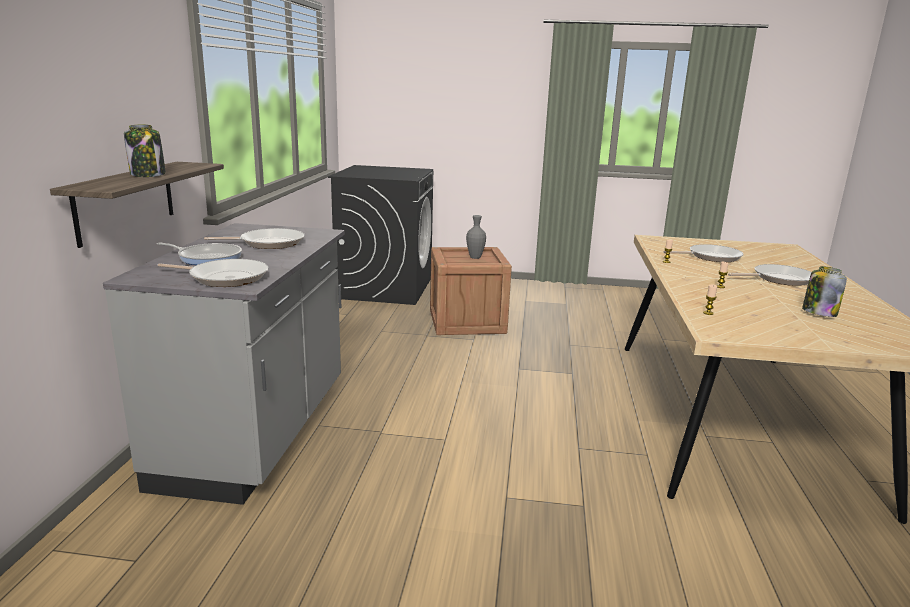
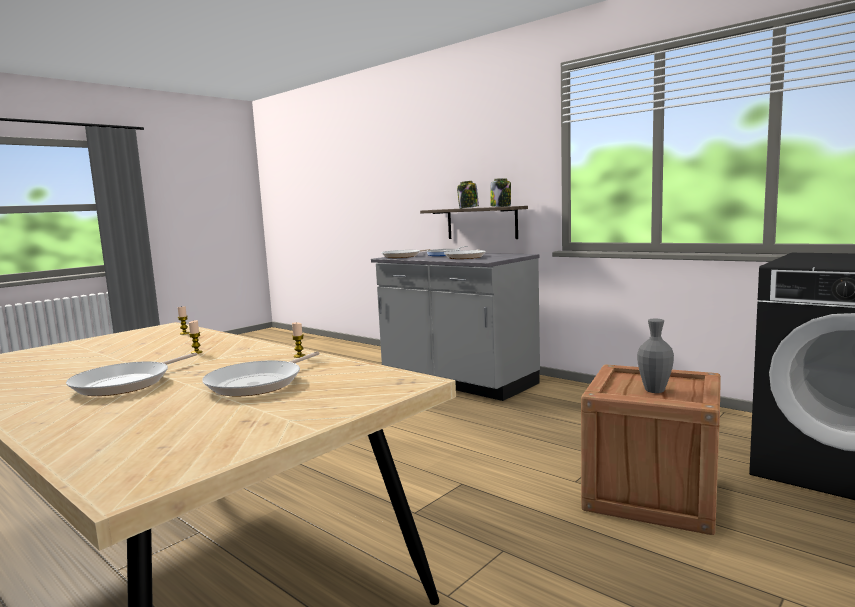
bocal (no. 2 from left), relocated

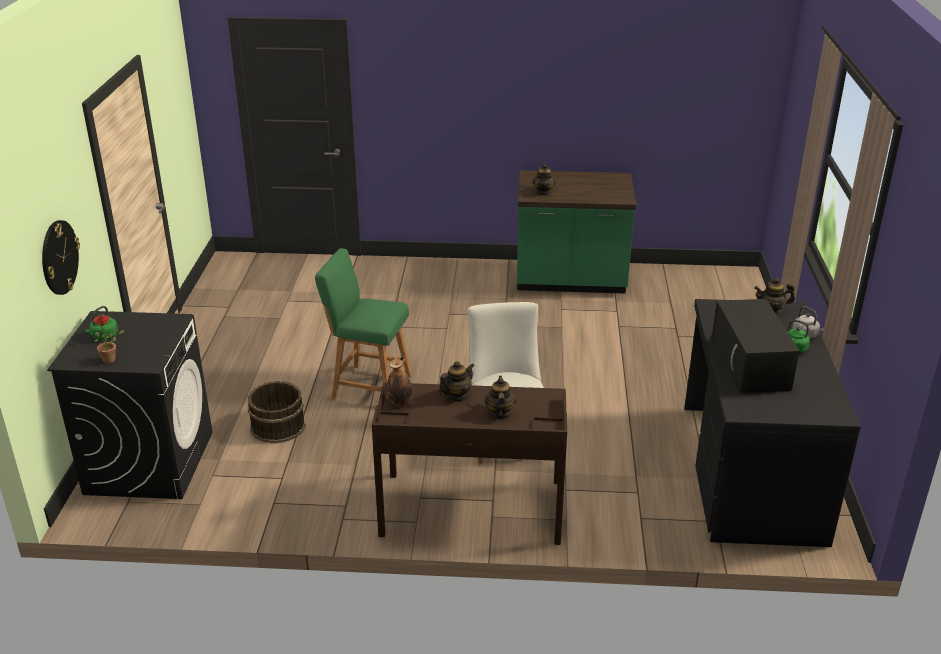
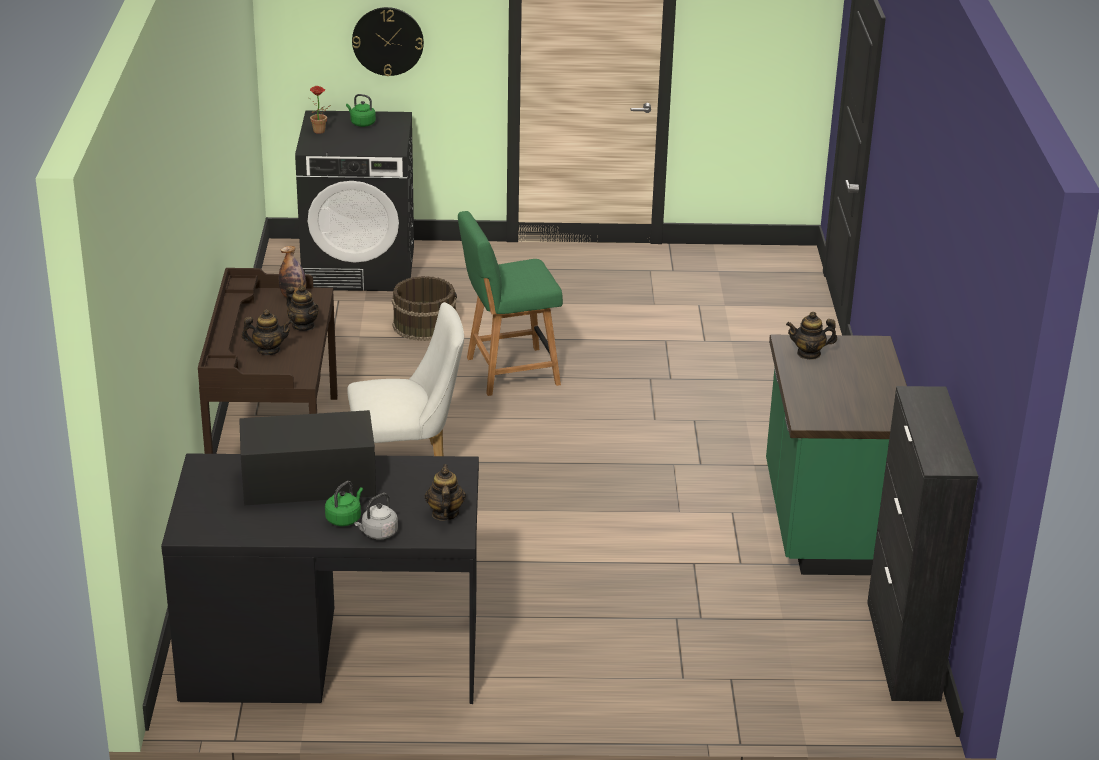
chaise [vert], 120 degrees counterclockwise
none -> meuble de rangement [noir]

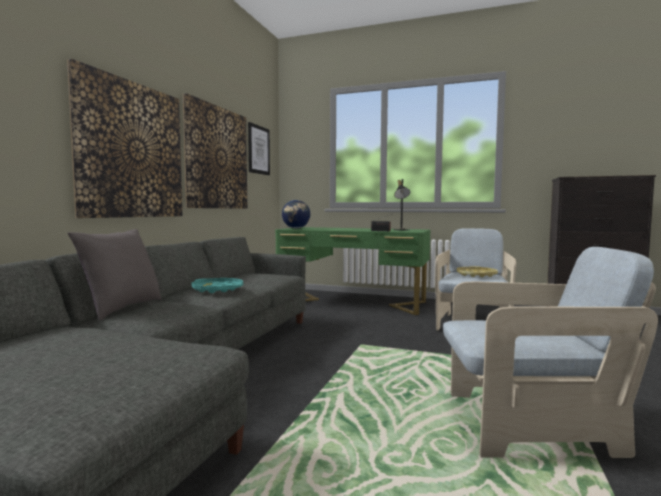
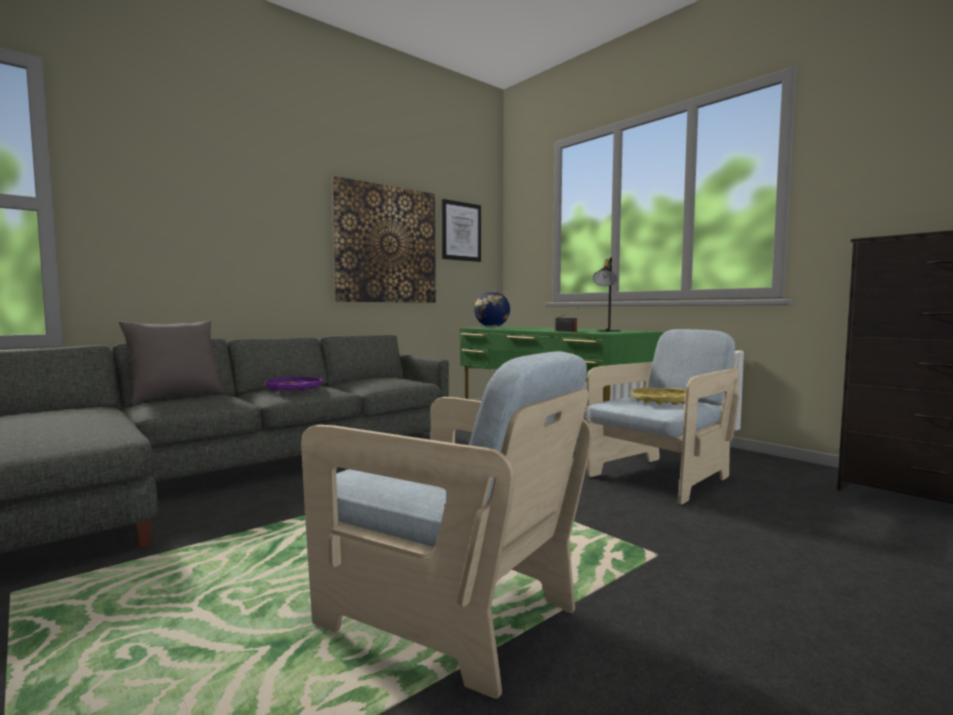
tableau (no. 1 from left) -> none
plateau [turquoise] -> plateau [violet]

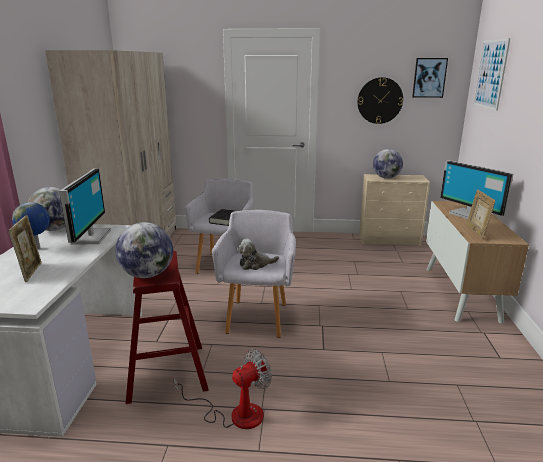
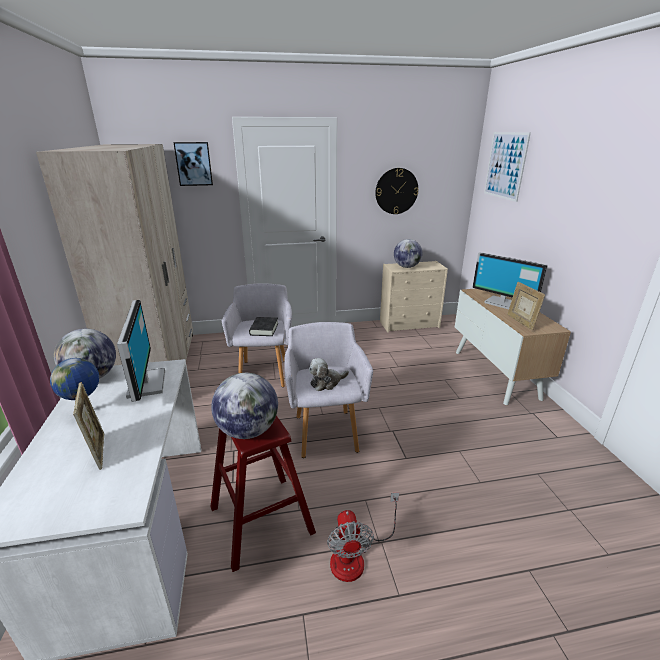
ventilateur, 135 degrees clockwise
tableau (no. 1 from left), relocated

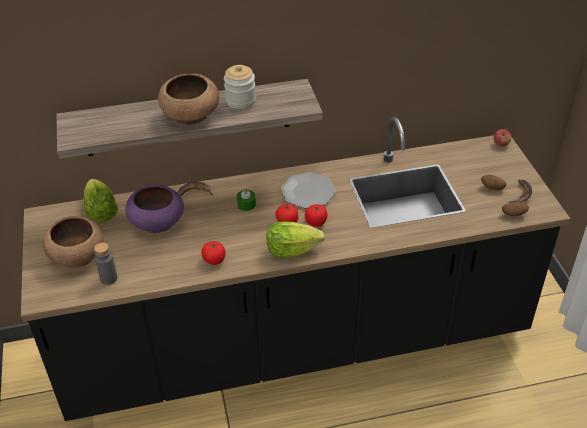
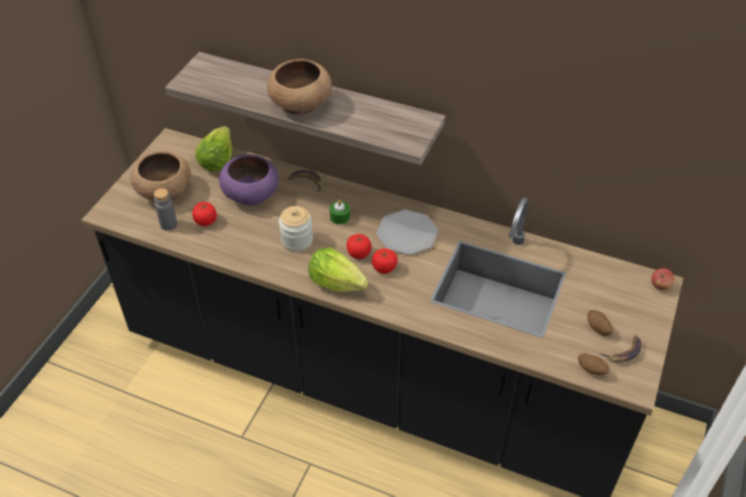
tomate (no. 1 from left), relocated
bocal, relocated

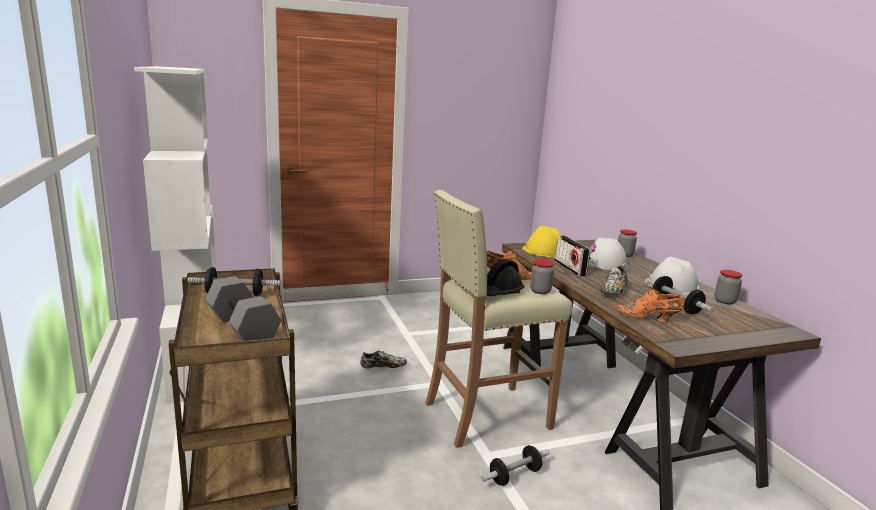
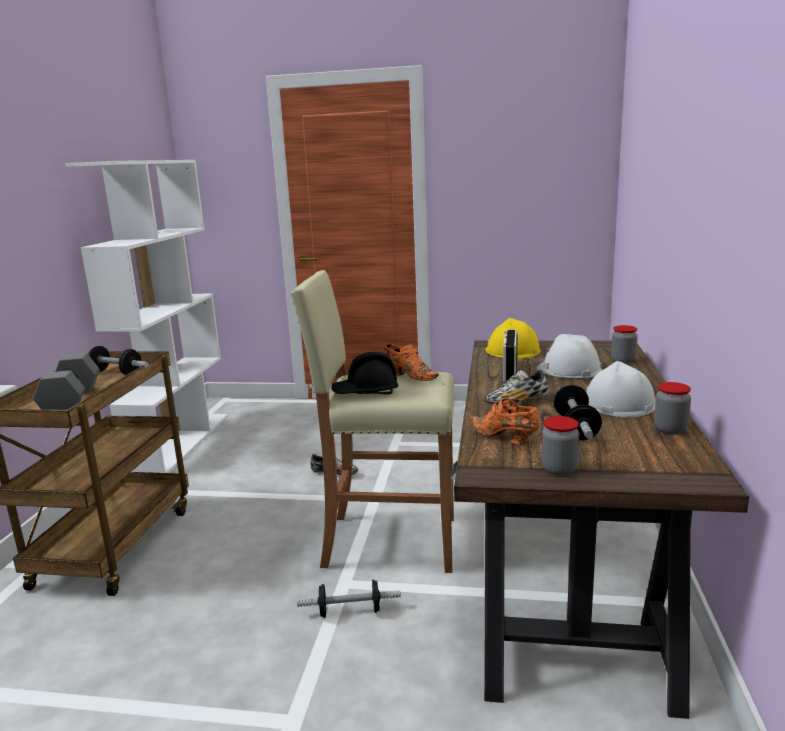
bocal (no. 1 from left), relocated

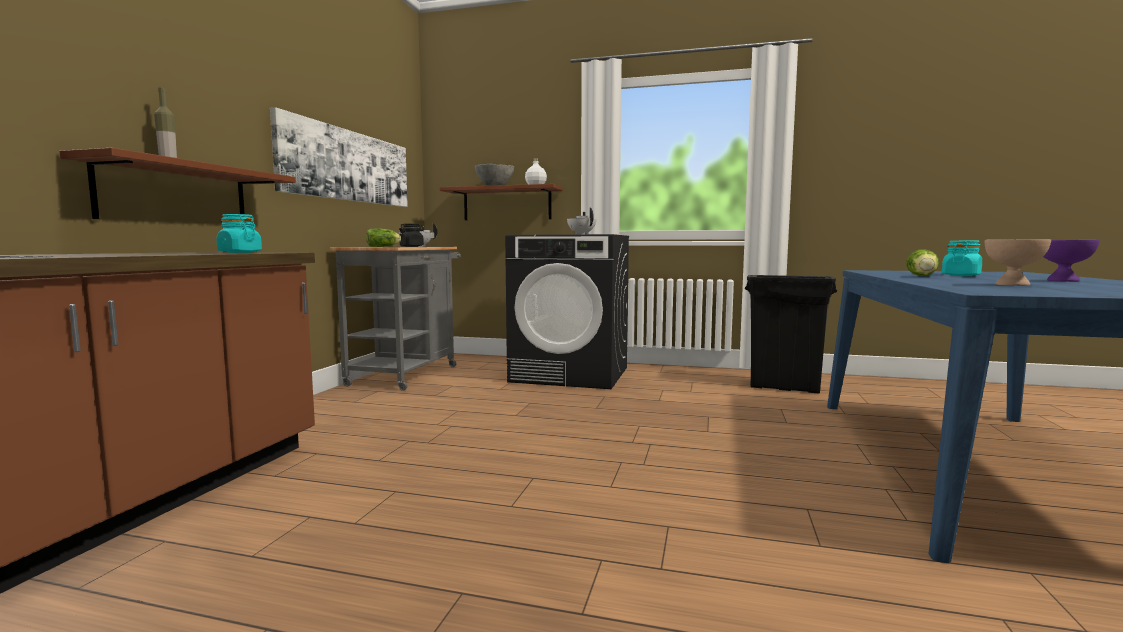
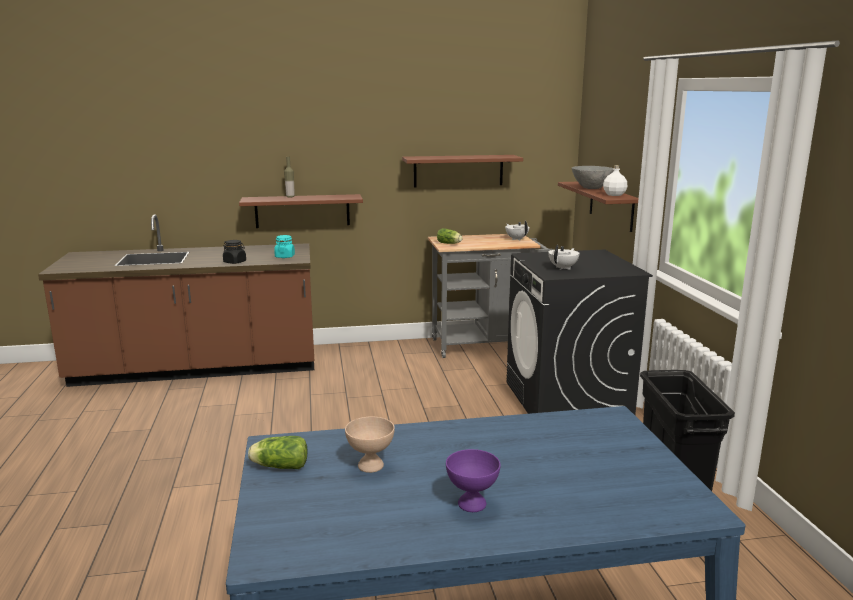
tableau -> étagère [marron] (no. 2 from left)
bocal [noir], relocated
laitue (no. 2 from left in the first image) -> laitue (no. 1 from left), relocated
bocal [turquoise] (no. 2 from left) -> none

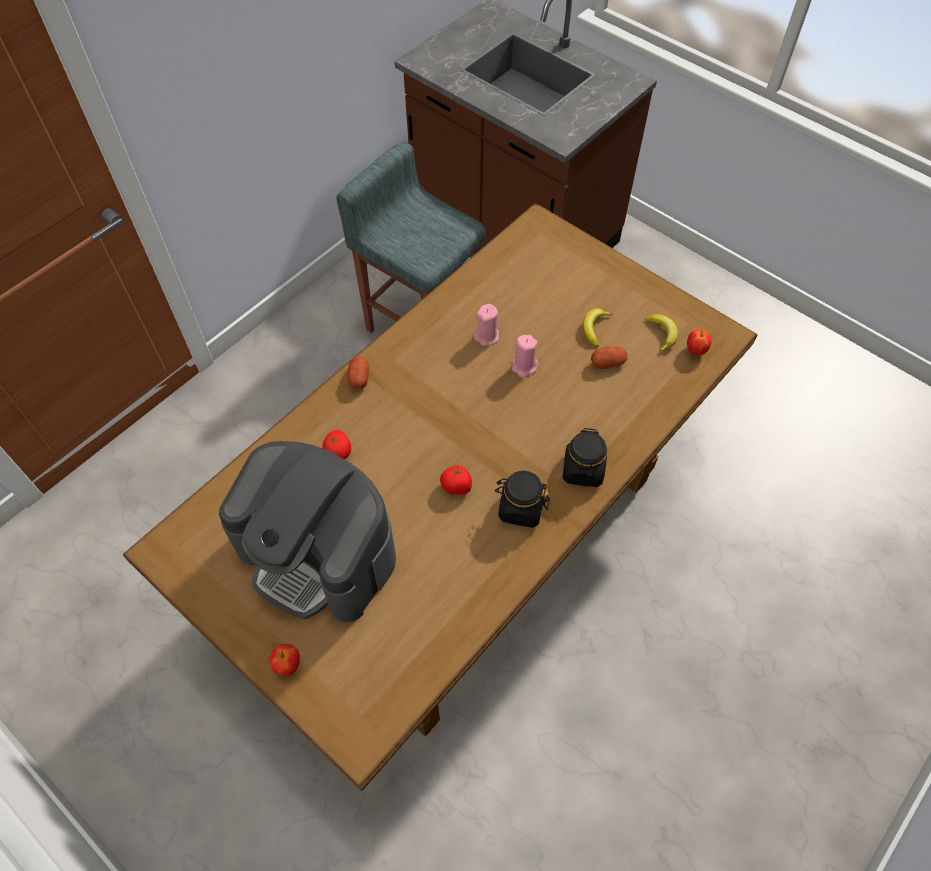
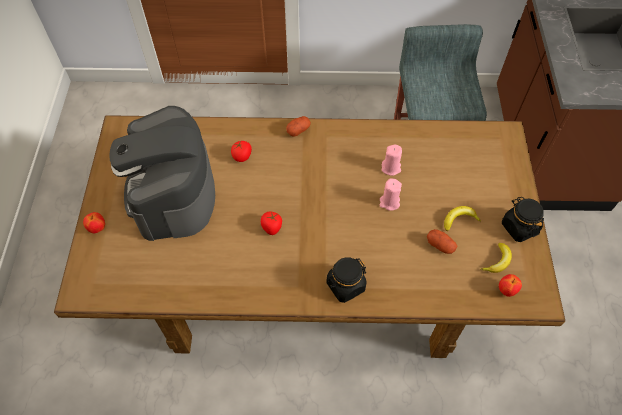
bocal [noir] (no. 1 from left in the first image) -> bocal [noir] (no. 2 from left), relocated

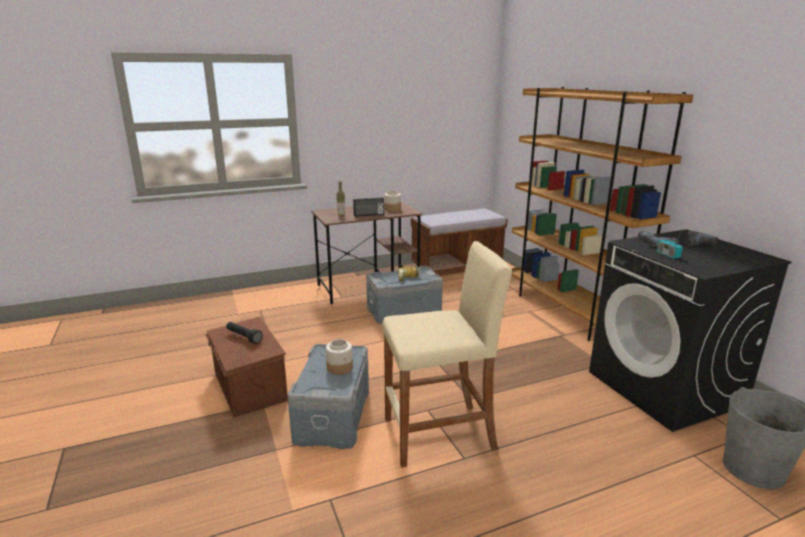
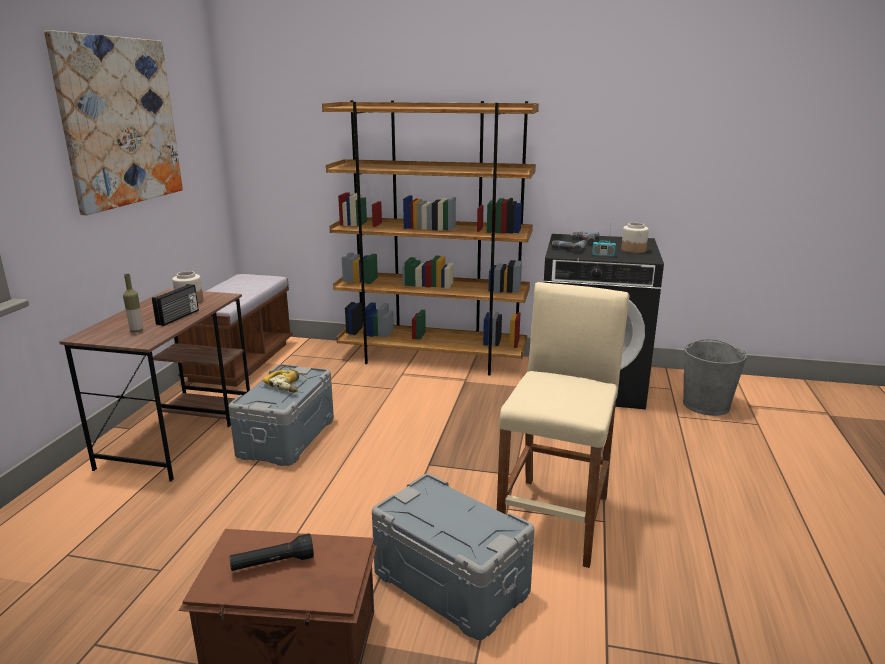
bocal (no. 1 from left in the first image) -> bocal (no. 2 from left), relocated
none -> tableau

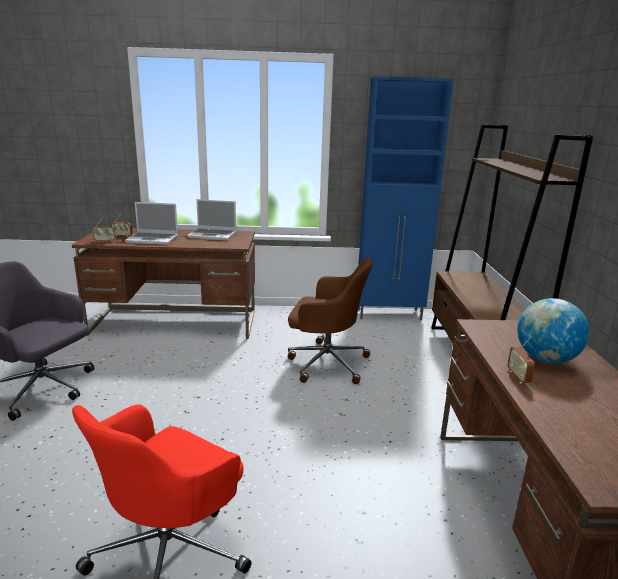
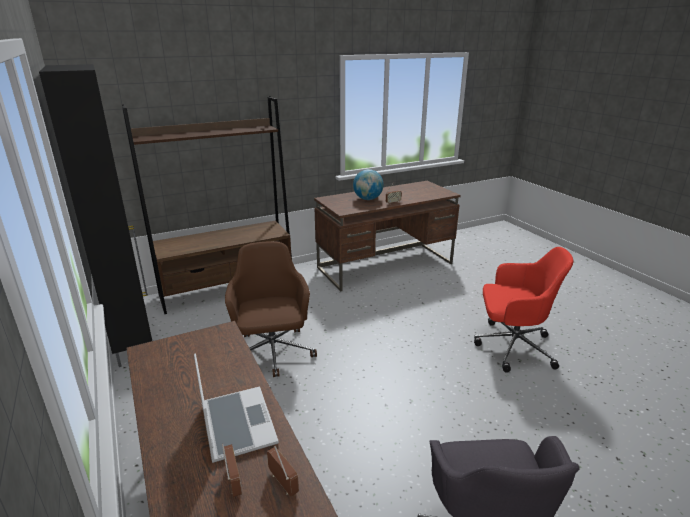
ordinateur portable (no. 2 from left) -> none
meuble de rangement [bleu] -> meuble de rangement [noir]

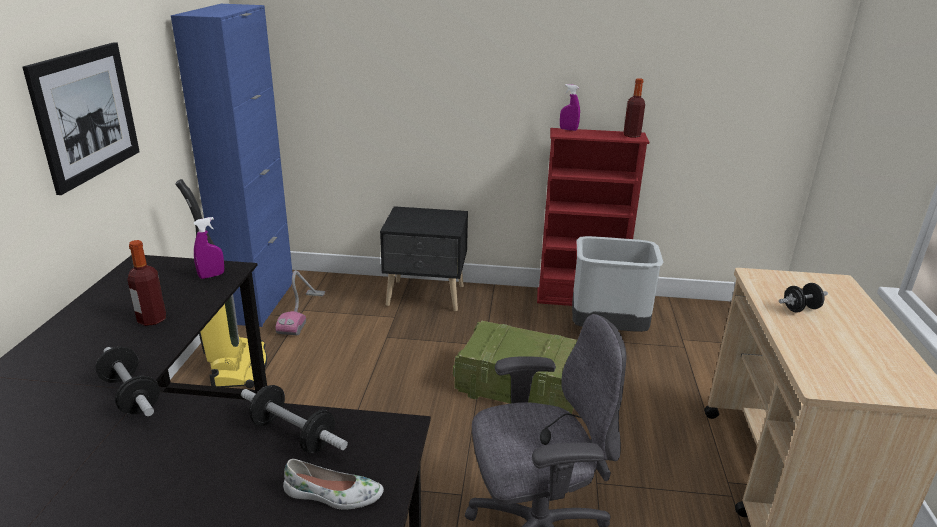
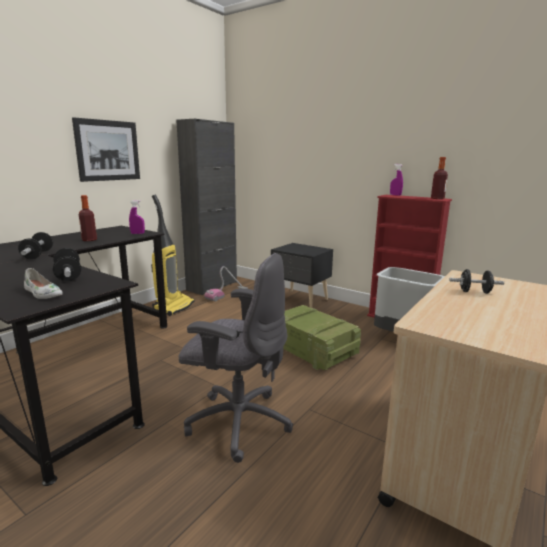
meuble de rangement [bleu] -> meuble de rangement [noir]

